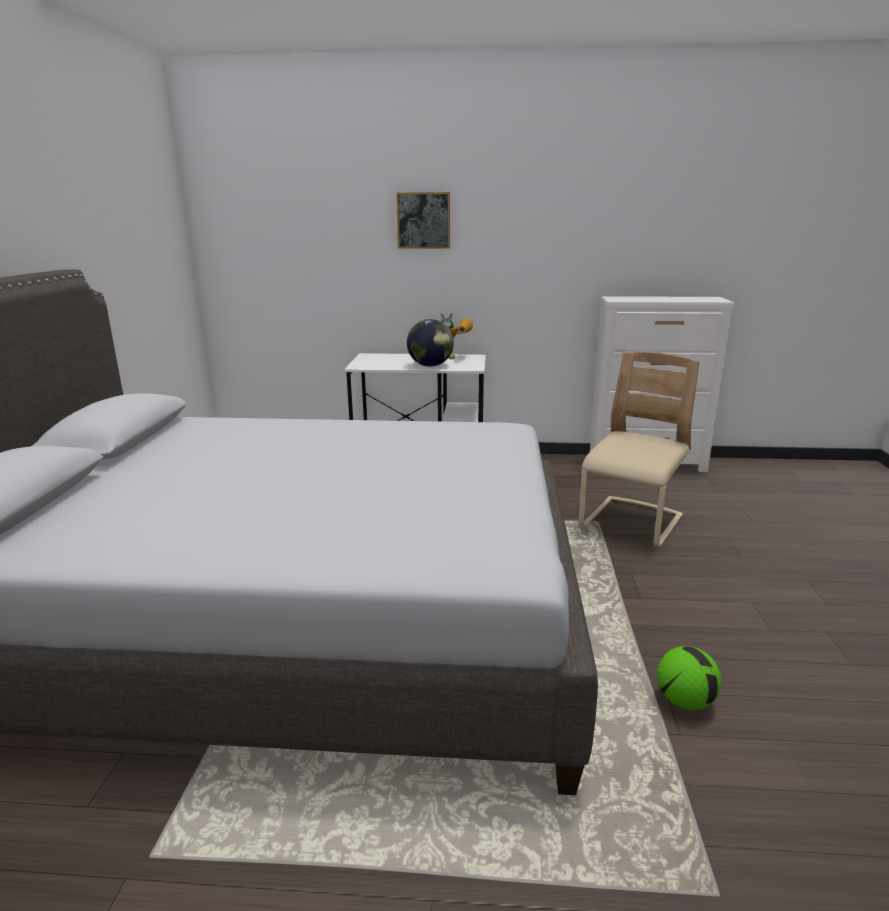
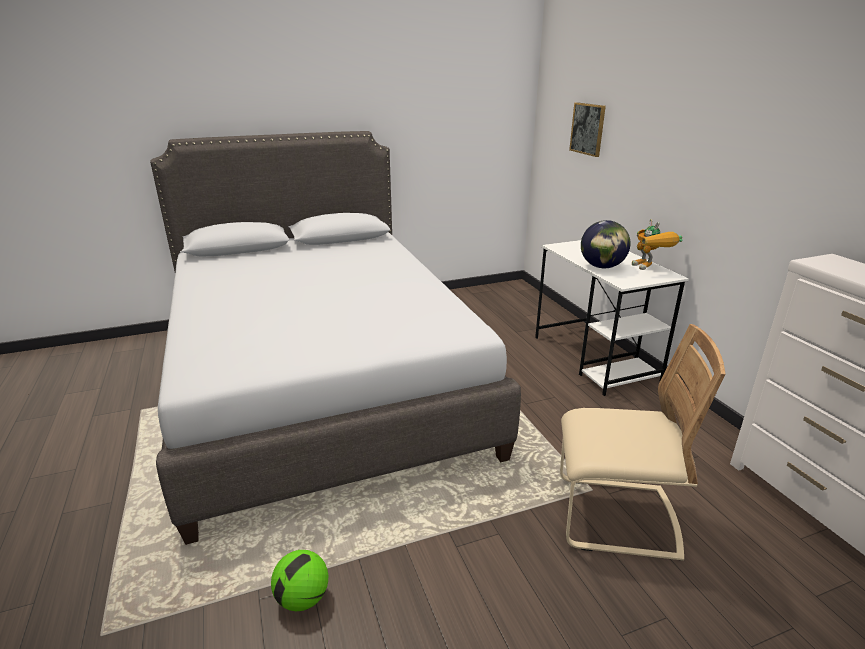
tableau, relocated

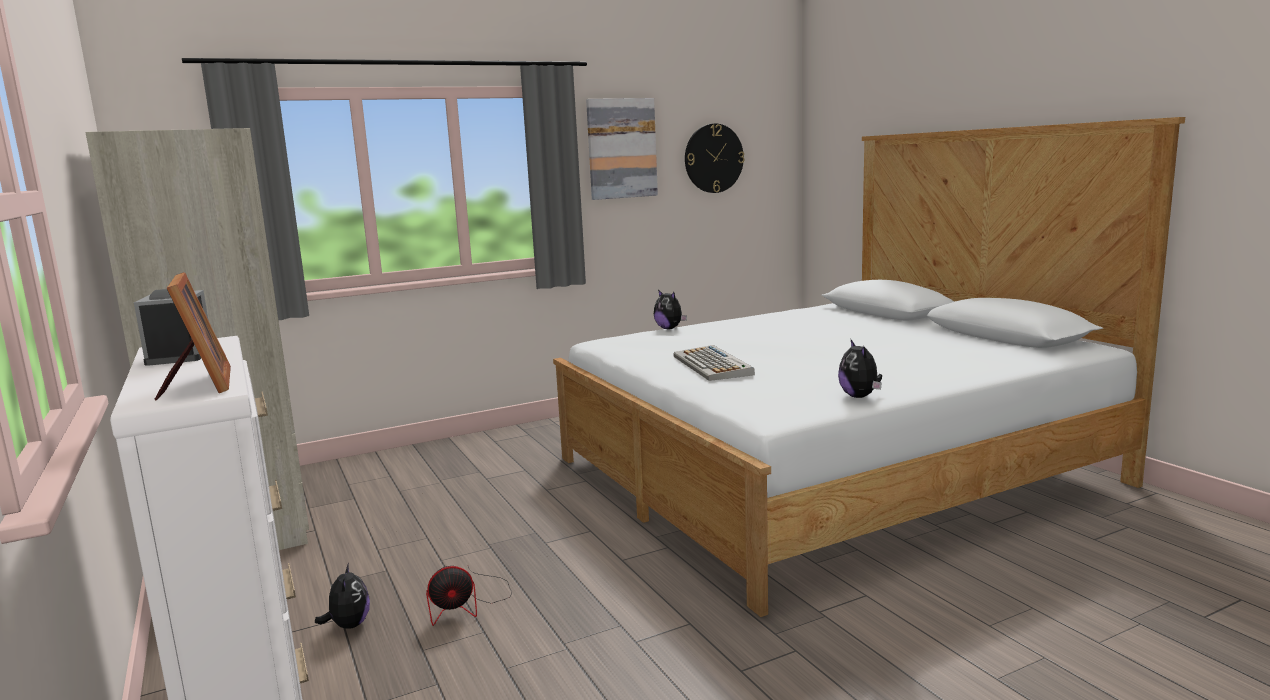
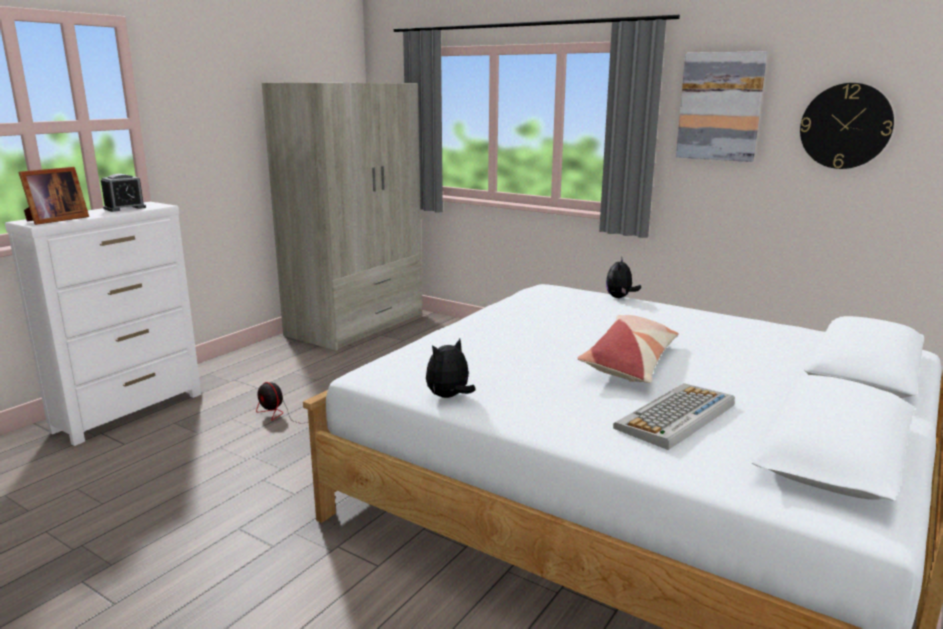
peluche (no. 1 from left) -> none
clavier, relocated
none -> coussin

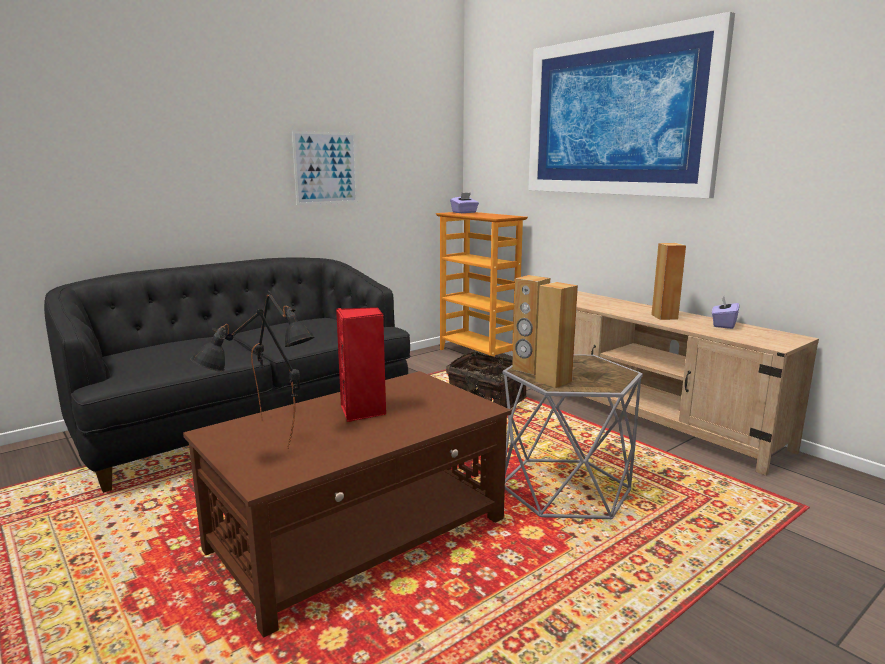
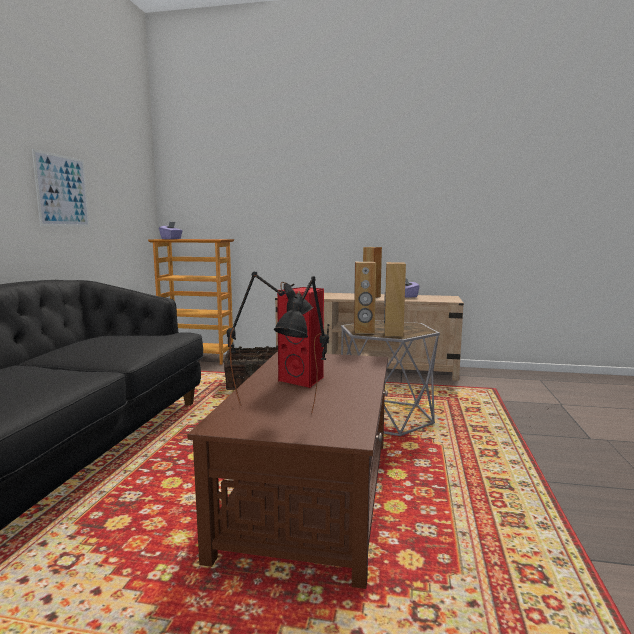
tableau (no. 2 from left) -> none

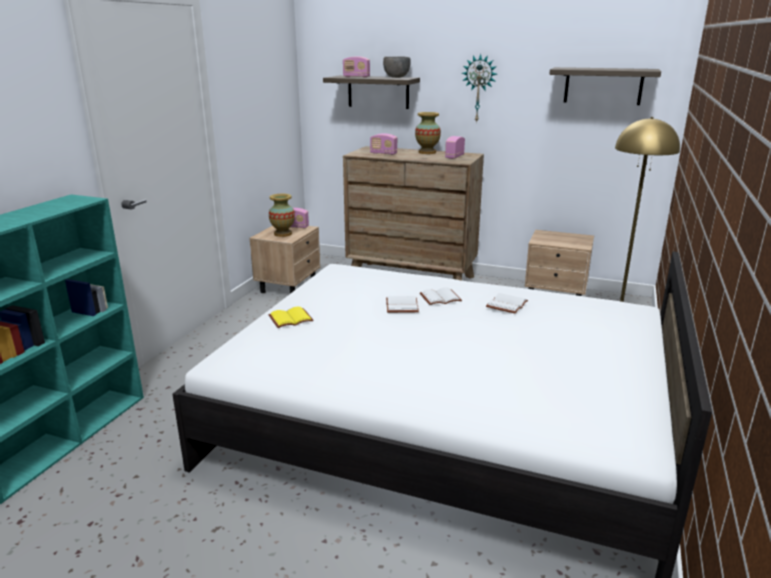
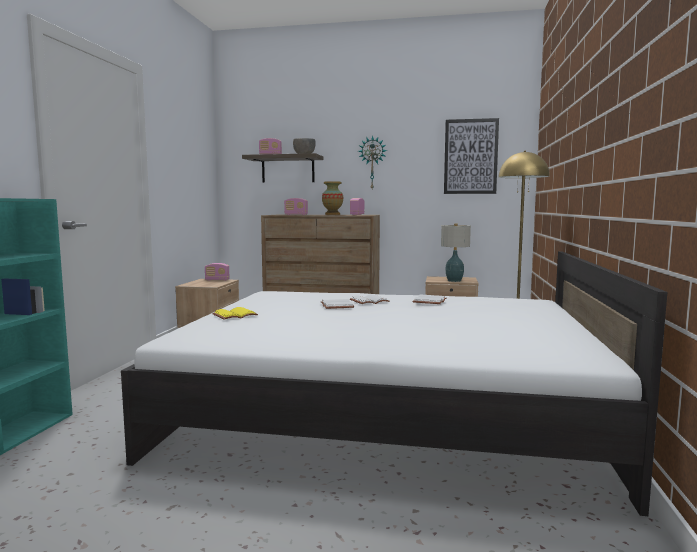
vase (no. 1 from left) -> none
étagère (no. 2 from left) -> tableau
none -> lampe de table

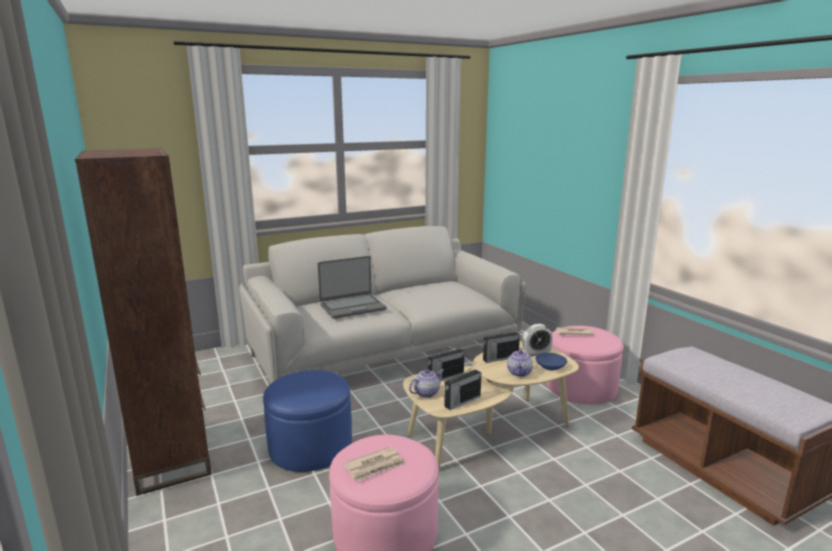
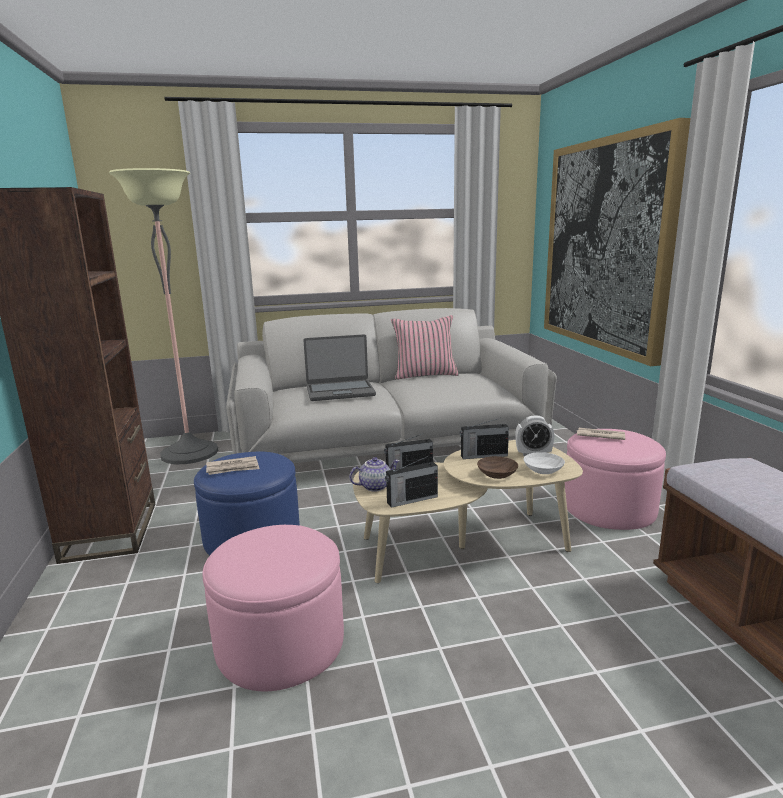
journal (no. 1 from left), relocated
théière (no. 2 from left) -> bol [marron]
bol [bleu] -> bol [blanc]
none -> lampadaire
none -> coussin [rose]
none -> tableau

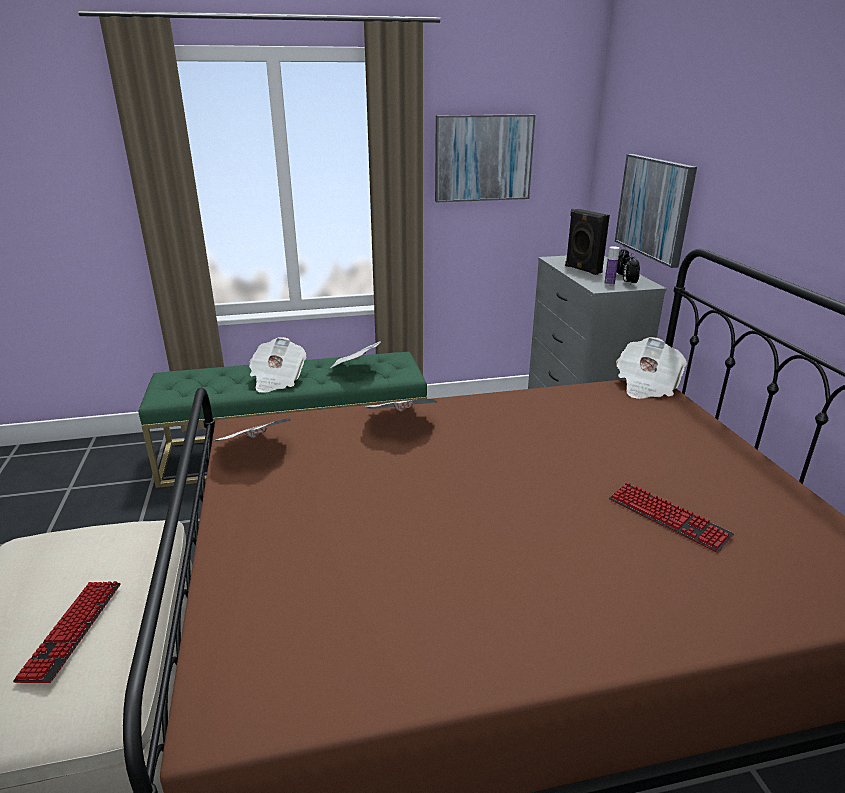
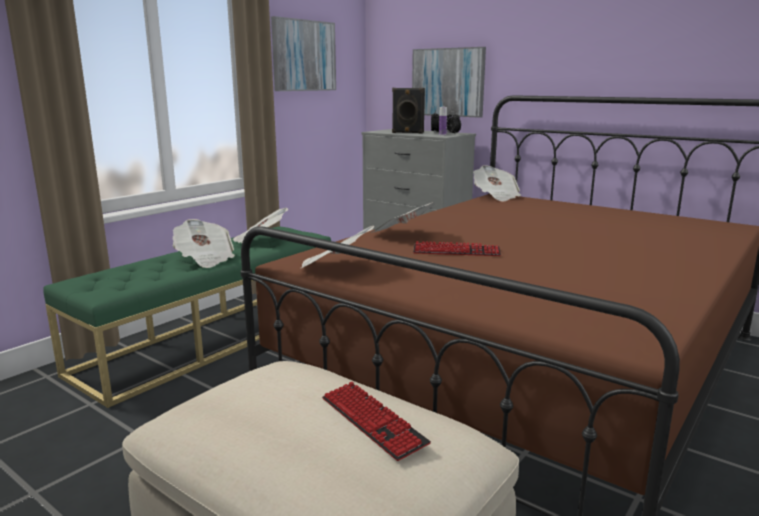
clavier (no. 2 from left), relocated

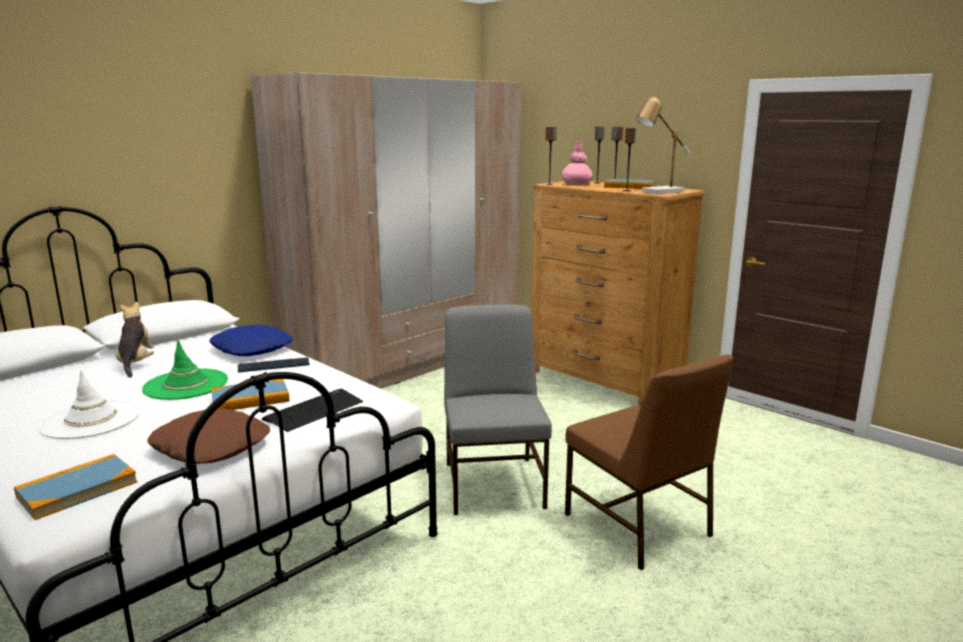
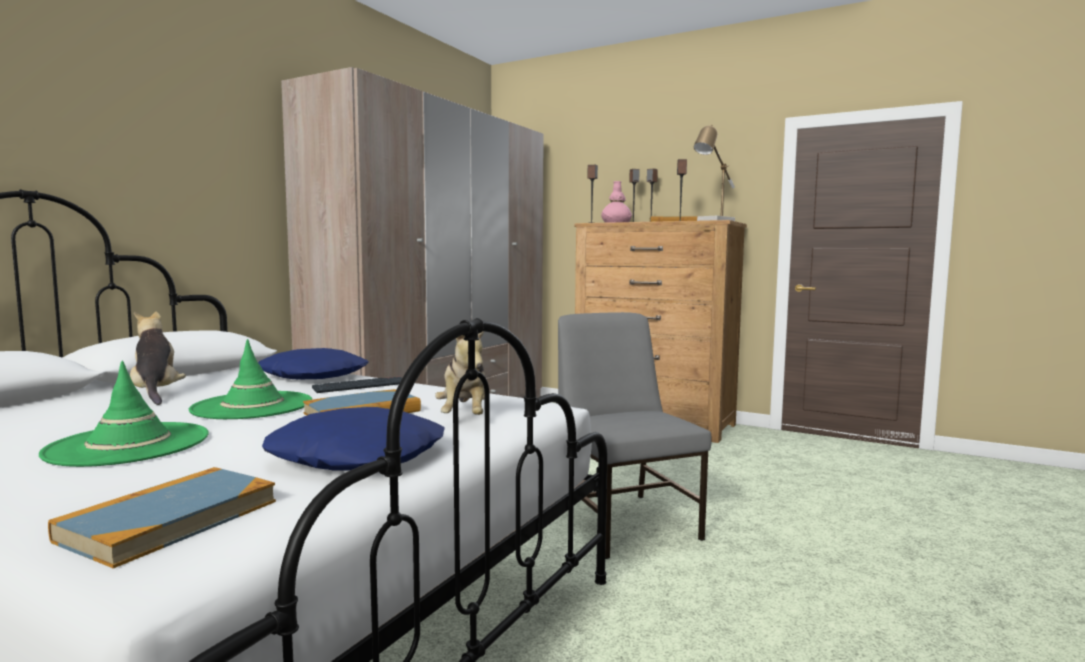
chapeau [blanc] -> chapeau [vert] (no. 1 from left)
coussin [marron] -> coussin [bleu] (no. 2 from left)
clavier (no. 2 from left) -> peluche (no. 2 from left)
chaise [marron] -> none

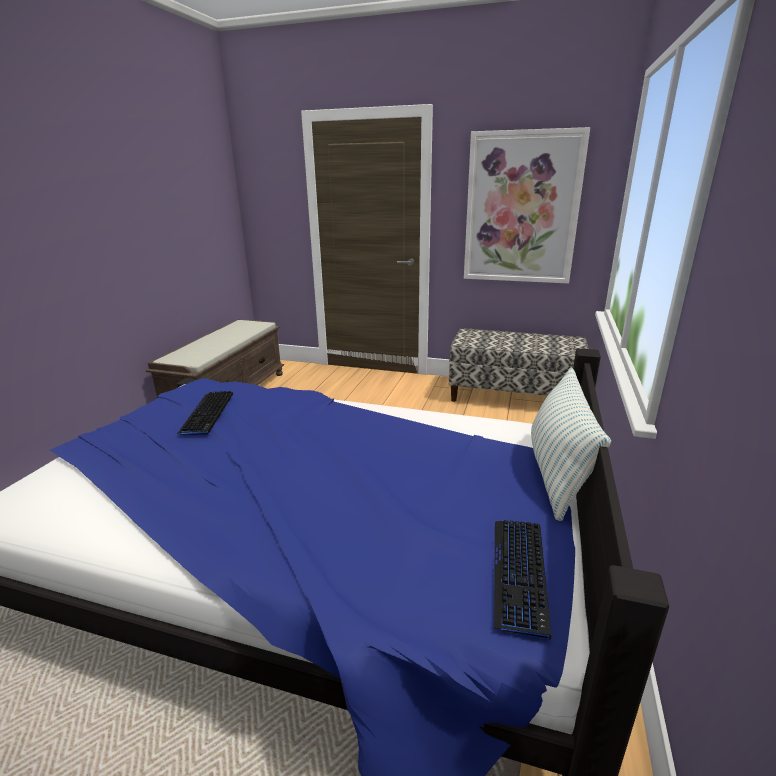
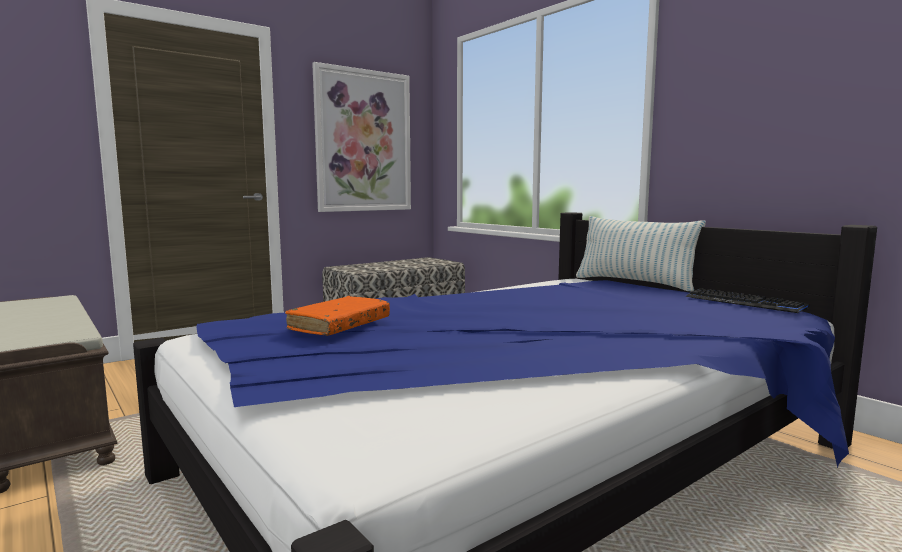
clavier (no. 1 from left) -> livre [orange]

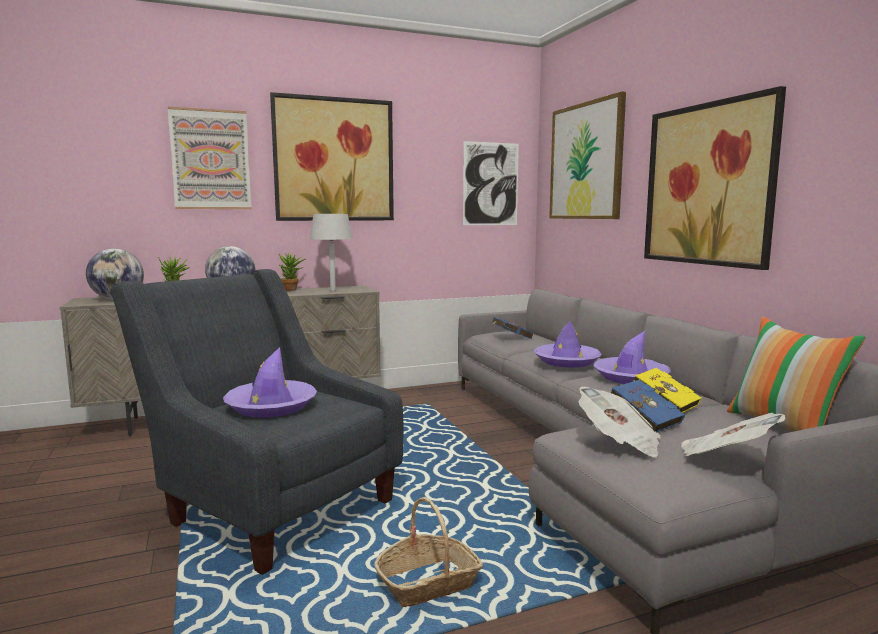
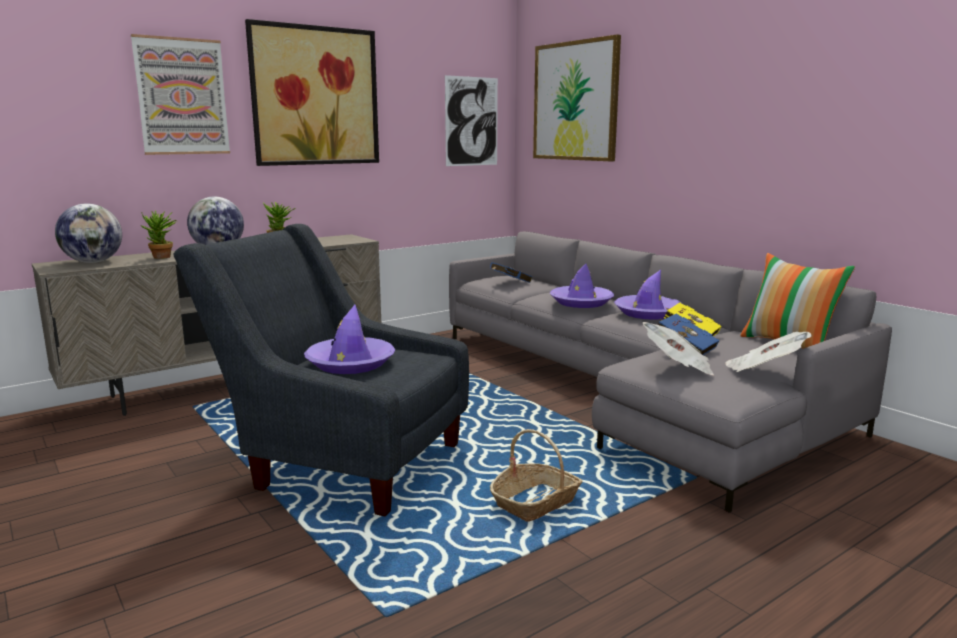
lampe de table [gris] -> none
tableau (no. 5 from left) -> none

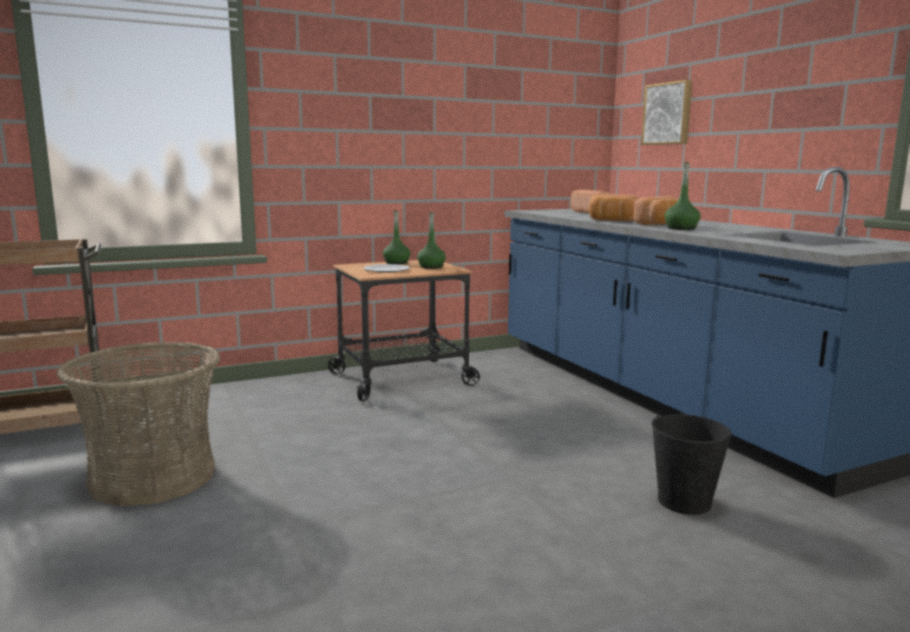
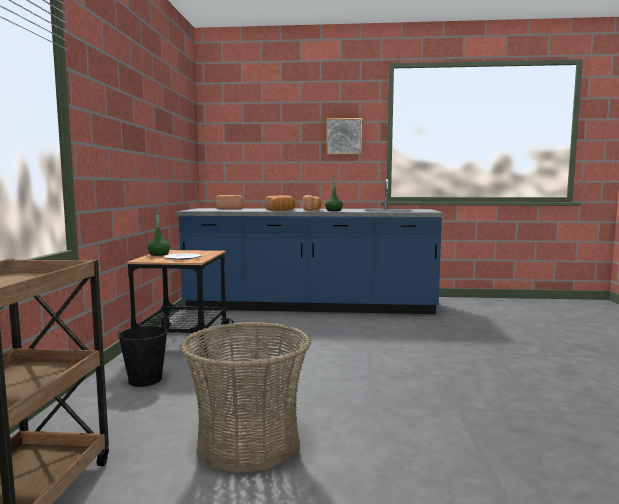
bouteille [vert] (no. 2 from left) -> none
tableau, relocated
seau [noir], relocated

